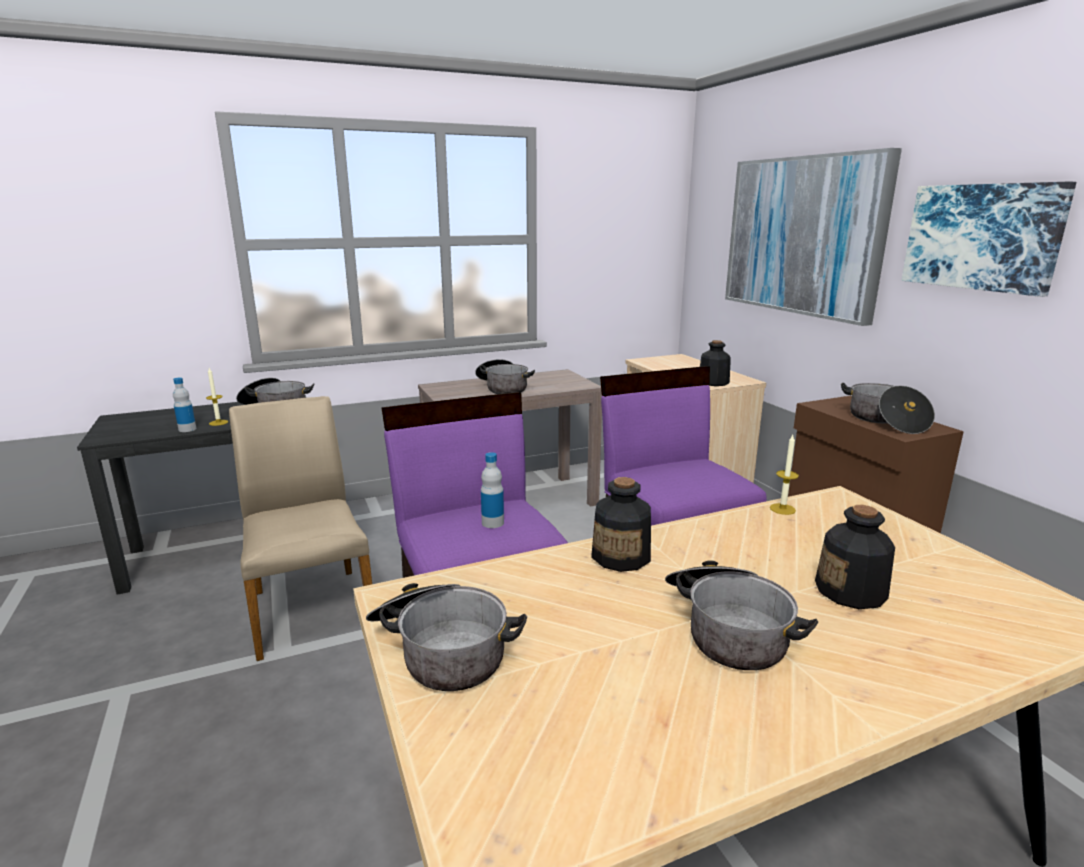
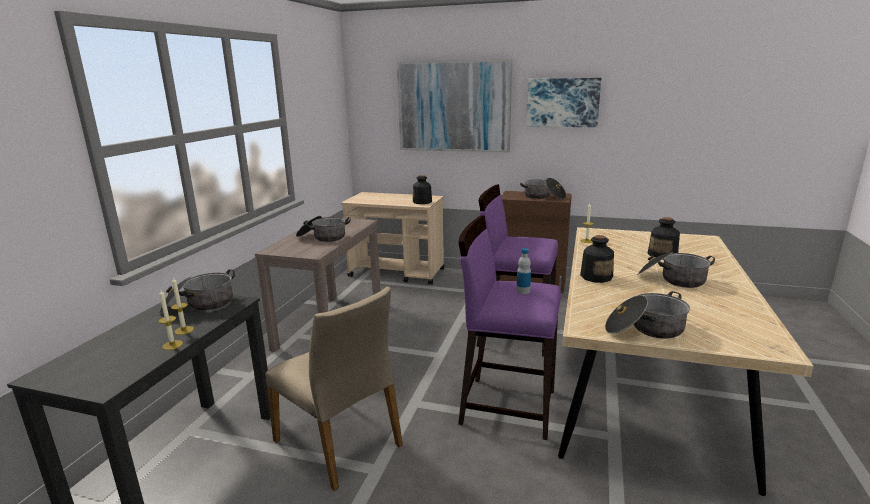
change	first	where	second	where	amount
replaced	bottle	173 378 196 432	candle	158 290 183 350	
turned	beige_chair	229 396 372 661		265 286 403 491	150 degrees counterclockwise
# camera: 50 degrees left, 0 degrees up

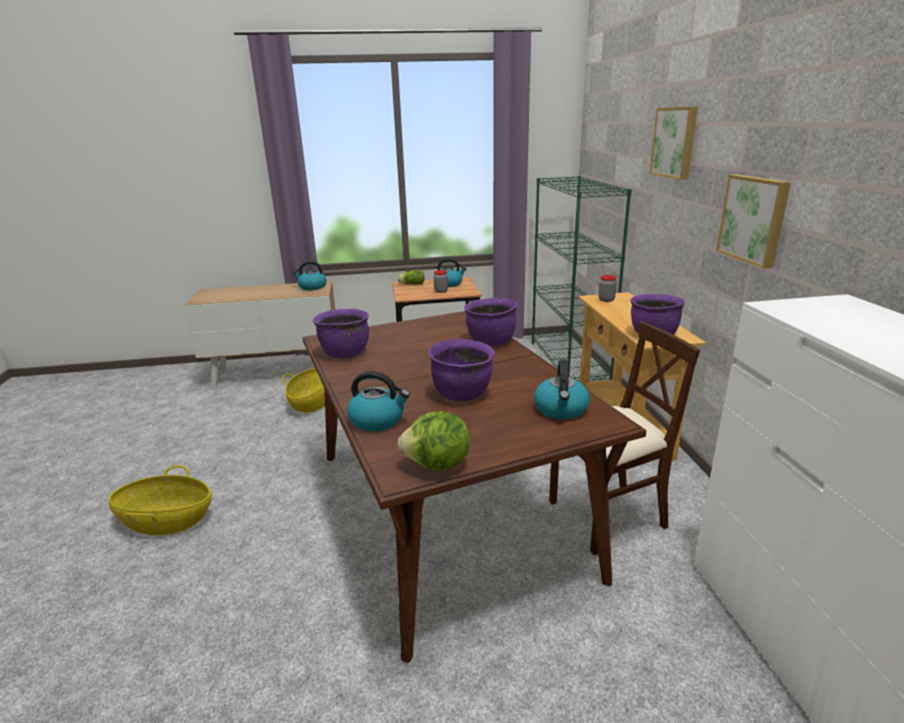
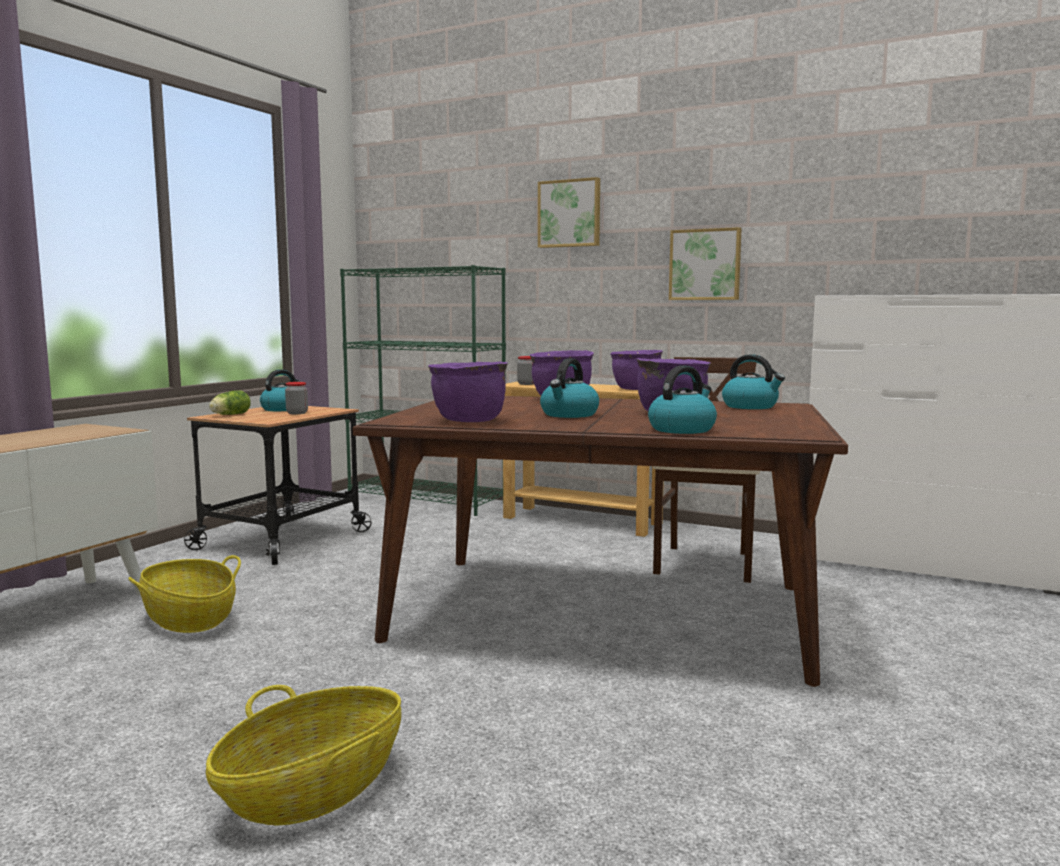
change	first	where	second	where	amount
moved	kettle	292 261 326 290		540 358 599 418	
removed	lettuce	397 411 470 471			
# camera: 55 degrees left, 15 degrees down

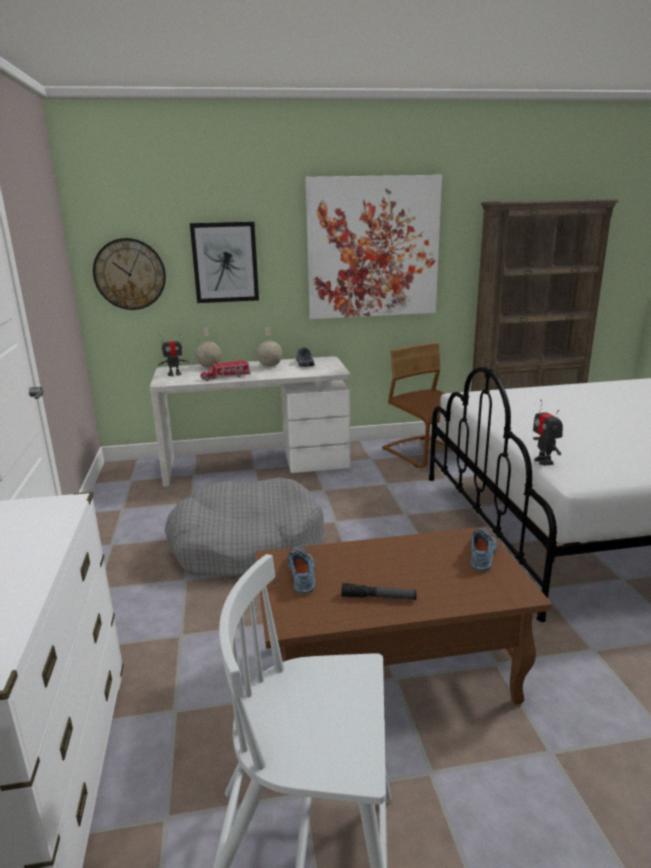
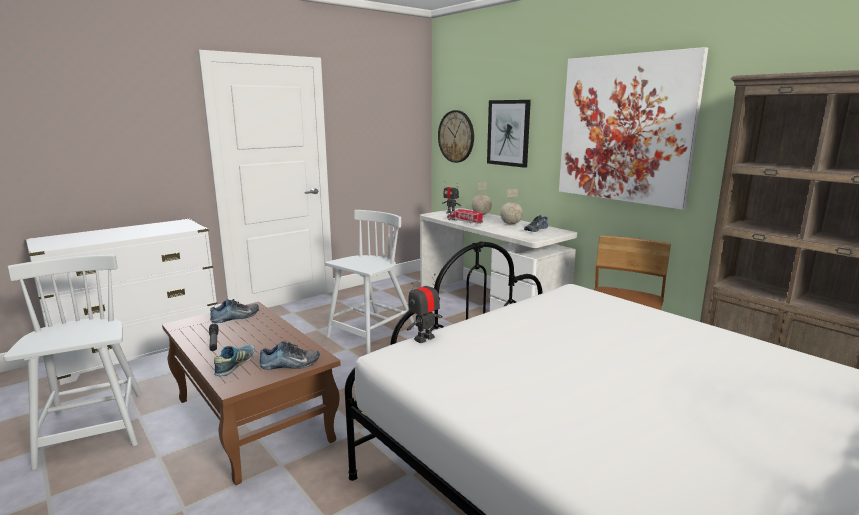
change	first	where	second	where	amount
replaced	grey_dog_bed	165 478 324 579	white_chair	325 210 417 354	
added			shoe	214 345 255 376	
# camera: 60 degrees right, 5 degrees down

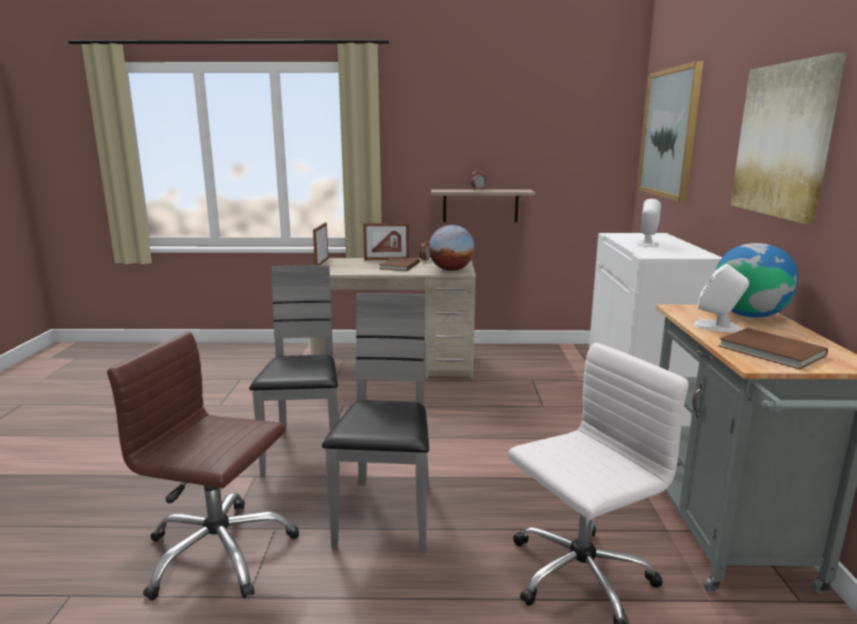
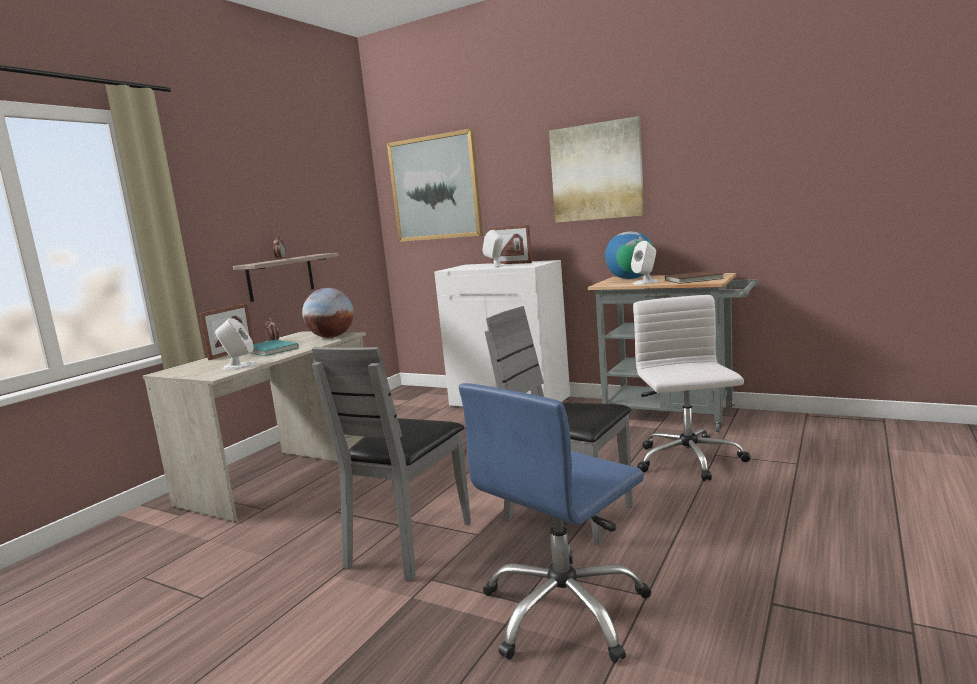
change	first	where	second	where	amount
moved	picture_frame	313 222 329 265		489 225 532 264	
recoloured	brown_book	379 257 420 271	turquoise_book	251 340 299 356	
turned	grey_chair	249 265 340 475		312 347 471 581	90 degrees counterclockwise
recoloured	brown_office_chair	107 332 299 600	blue_office_chair	459 383 651 663	
added			white_speaker	215 318 256 370	
# camera: 60 degrees left, 5 degrees down

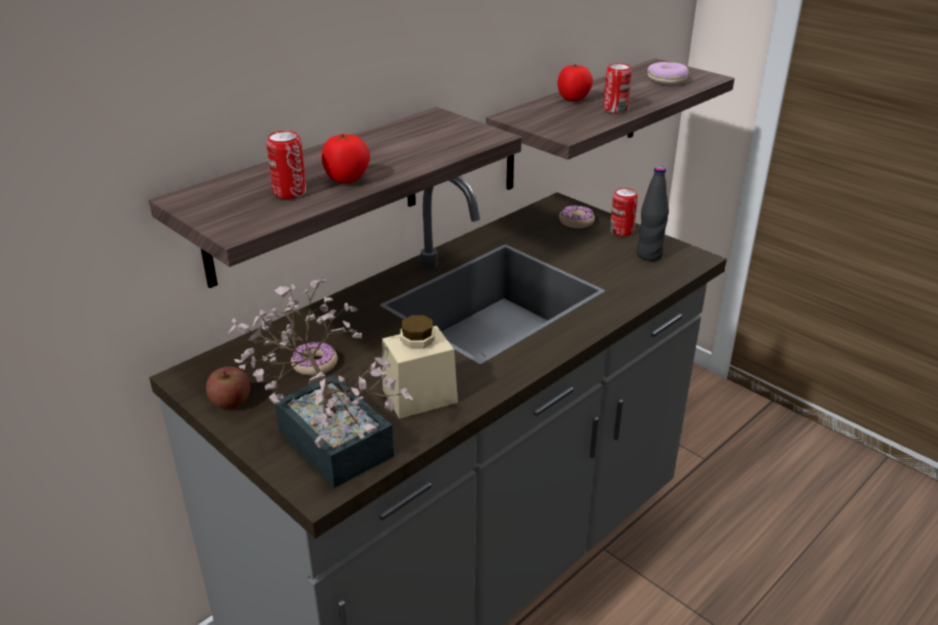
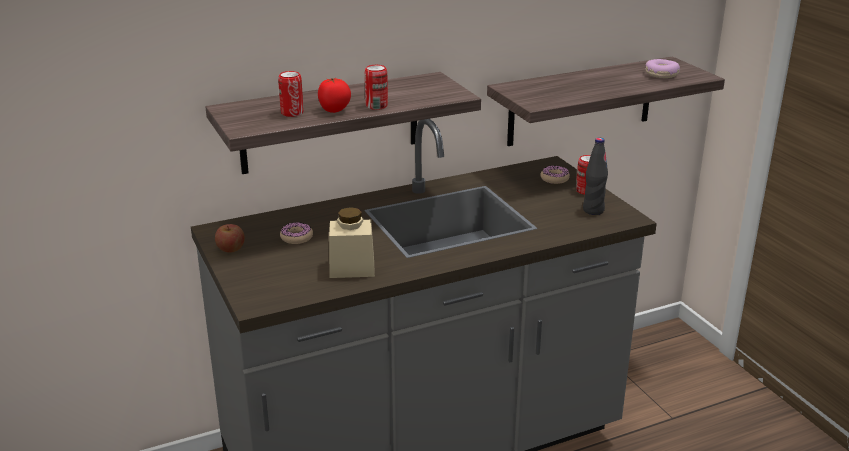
change	first	where	second	where	amount
moved	can	603 63 631 114		365 65 388 110	
removed	tomato	558 64 593 102			
removed	potted_plant	228 277 413 488			
# camera: 20 degrees right, 5 degrees down

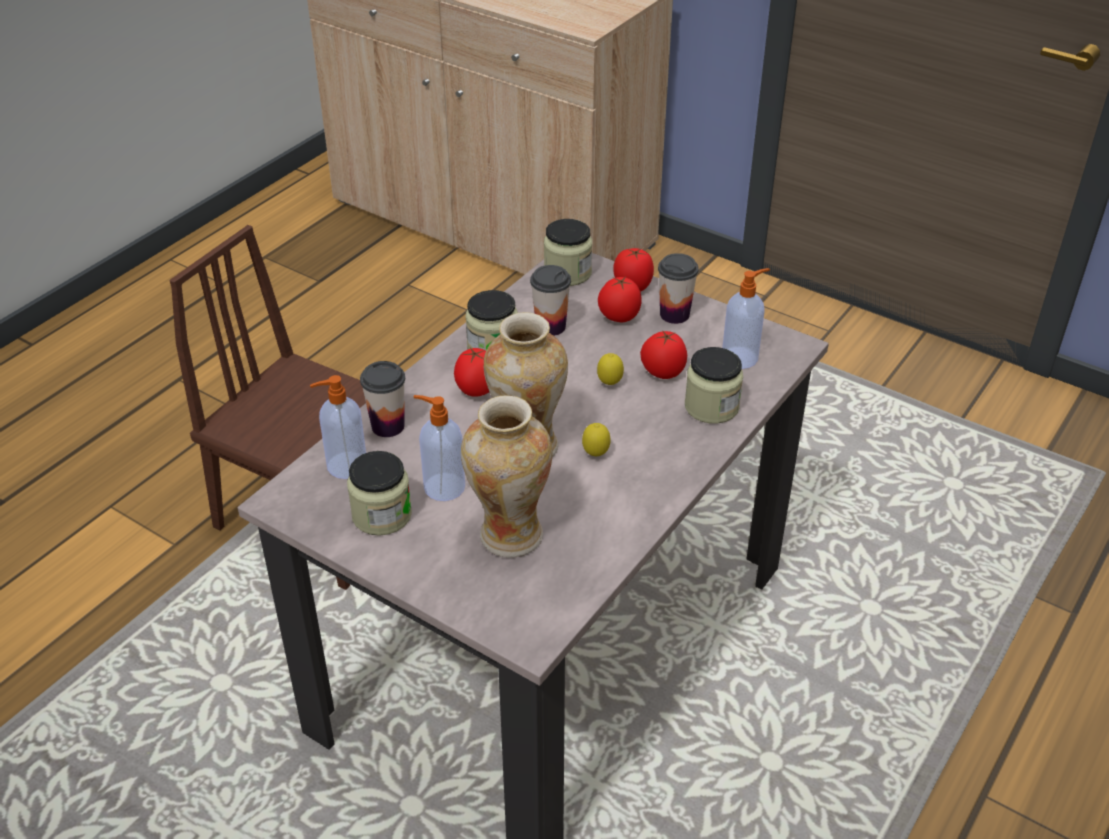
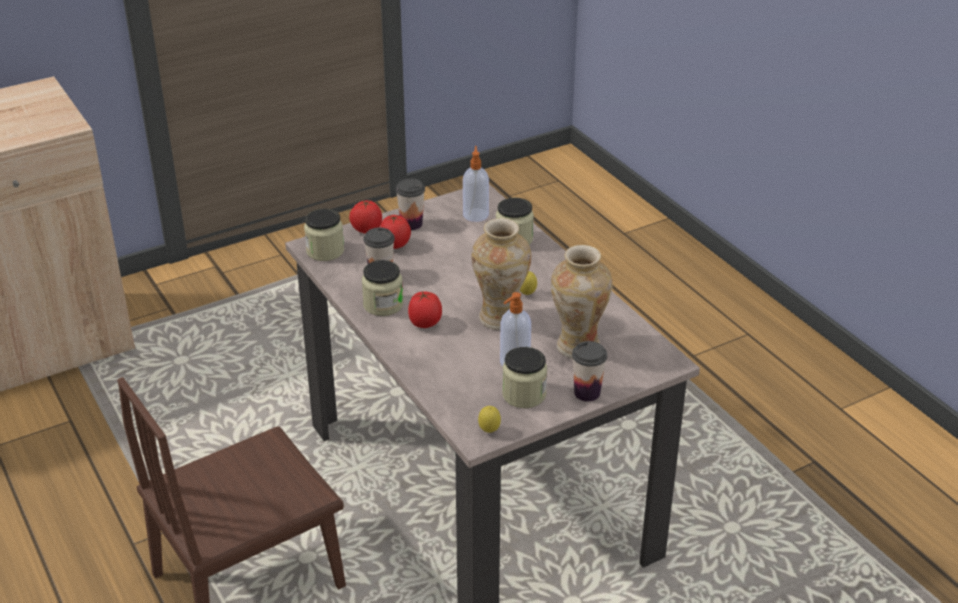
change	first	where	second	where	amount
removed	tomato	640 330 687 379			
moved	lemon	597 353 624 385		478 406 501 433	
moved	cup	360 361 405 437		572 341 607 402	
removed	soap_dispenser	310 375 366 479			
# camera: 65 degrees left, 5 degrees down

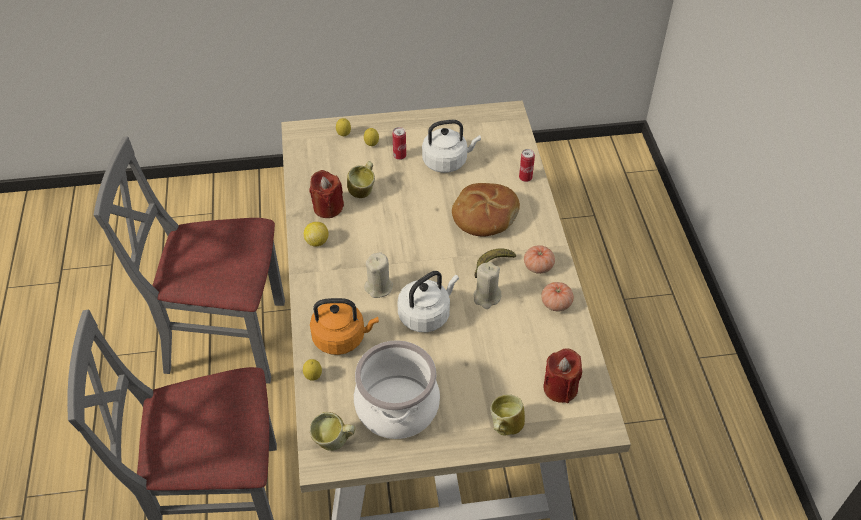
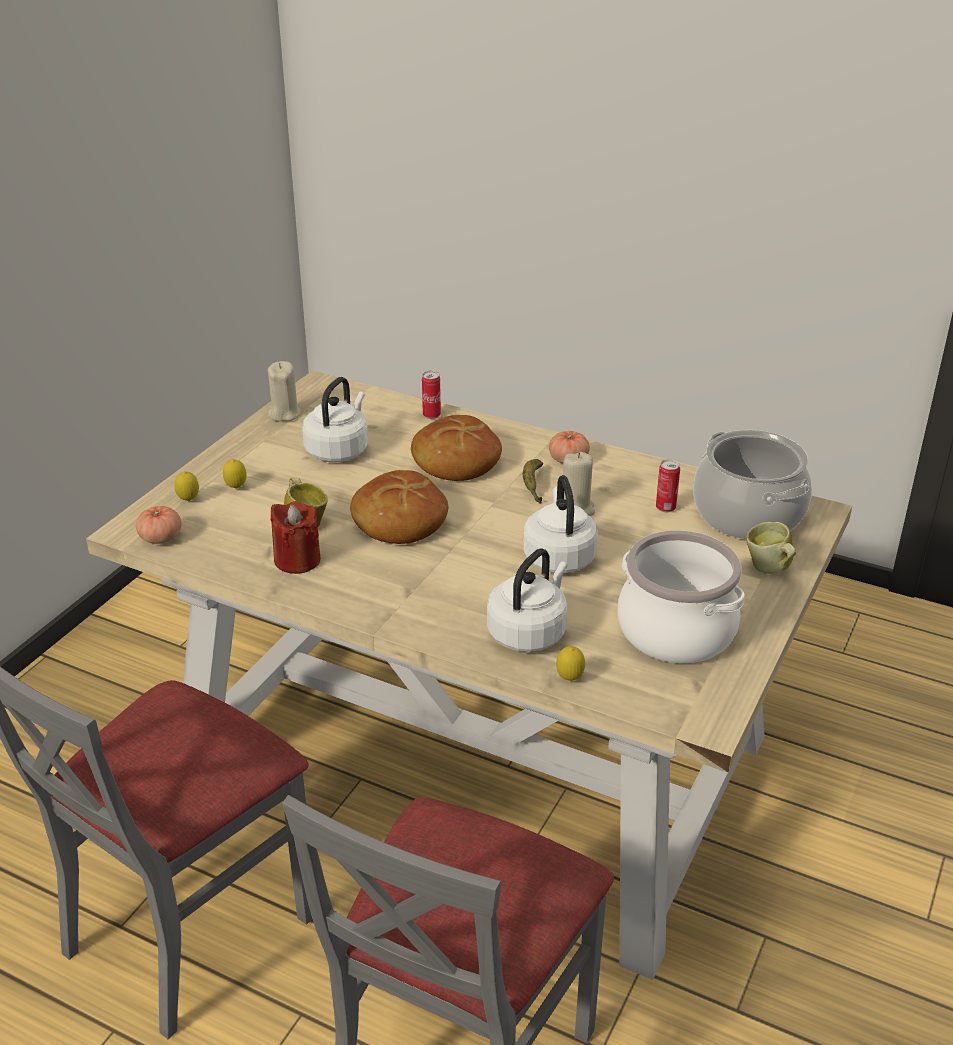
change	first	where	second	where	amount
moved	can	392 127 406 160		656 459 680 512	
removed	lemon	304 222 329 247			
moved	beige_candle	364 252 393 298		268 361 301 422	
moved	tomato	541 282 574 311		136 506 182 544	
recoloured	orange_kettle	310 298 379 355	white_kettle	487 548 567 652	
replaced	red_candle	543 348 582 403	cooking_pot	693 430 812 539	
removed	mug	310 412 355 451			
added			bread	350 470 449 544	
# camera: 55 degrees left, 15 degrees down

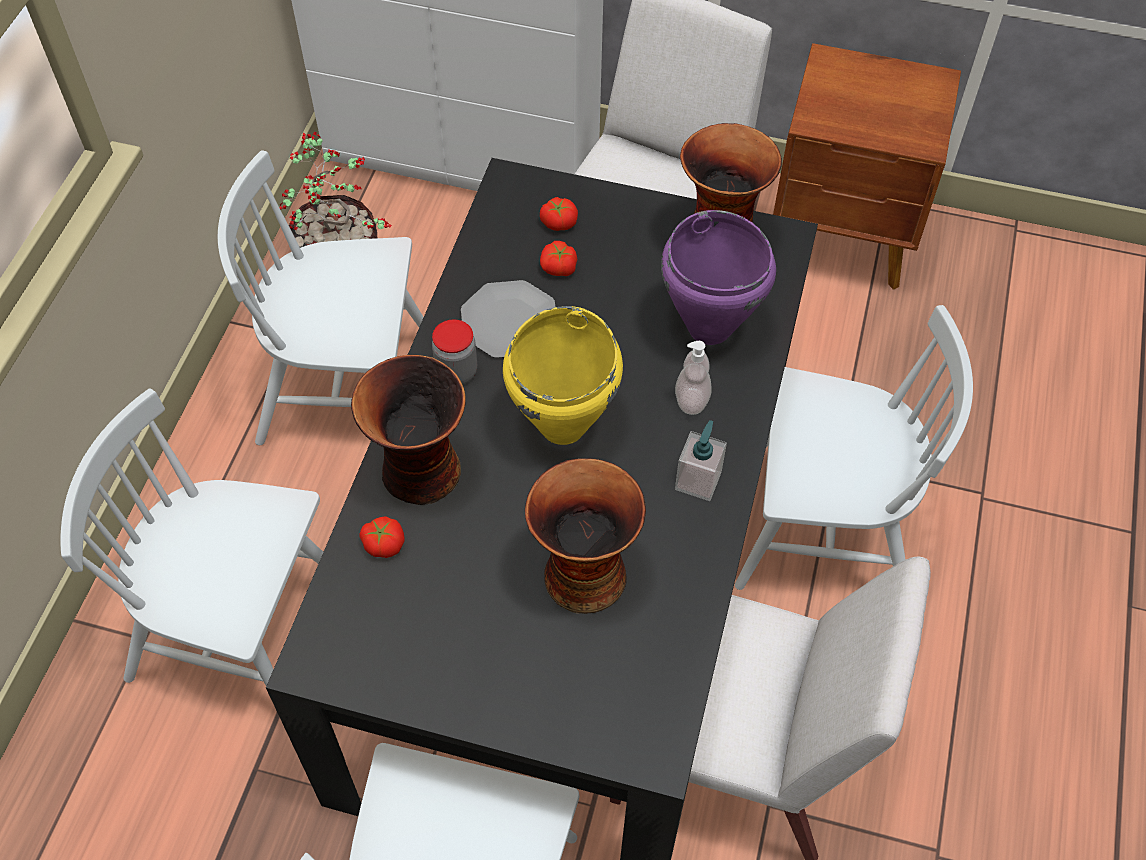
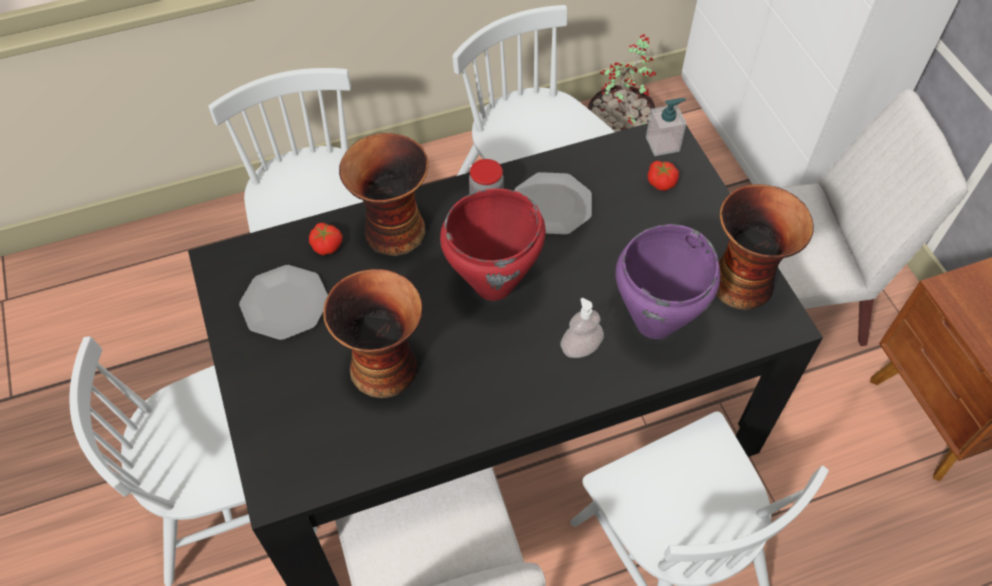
change	first	where	second	where	amount
removed	tomato	540 241 577 276			
recoloured	yellow_cooking_pot	503 306 623 445	red_cooking_pot	440 189 546 301	
moved	soap_dispenser	675 420 727 501		646 98 686 156	
added			plate	239 265 328 340	
# camera: 55 degrees right, 0 degrees up

